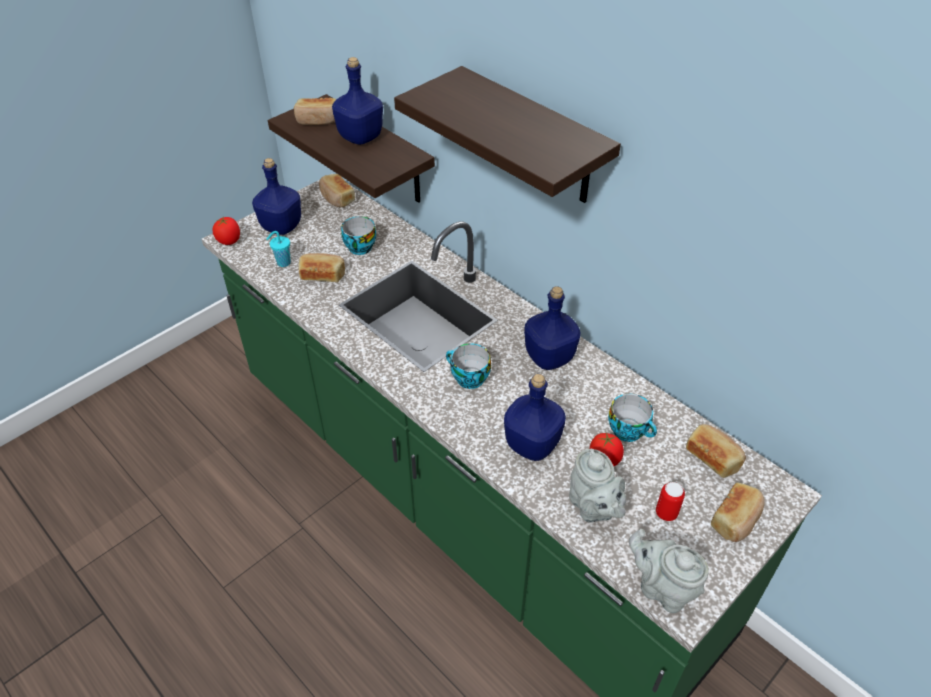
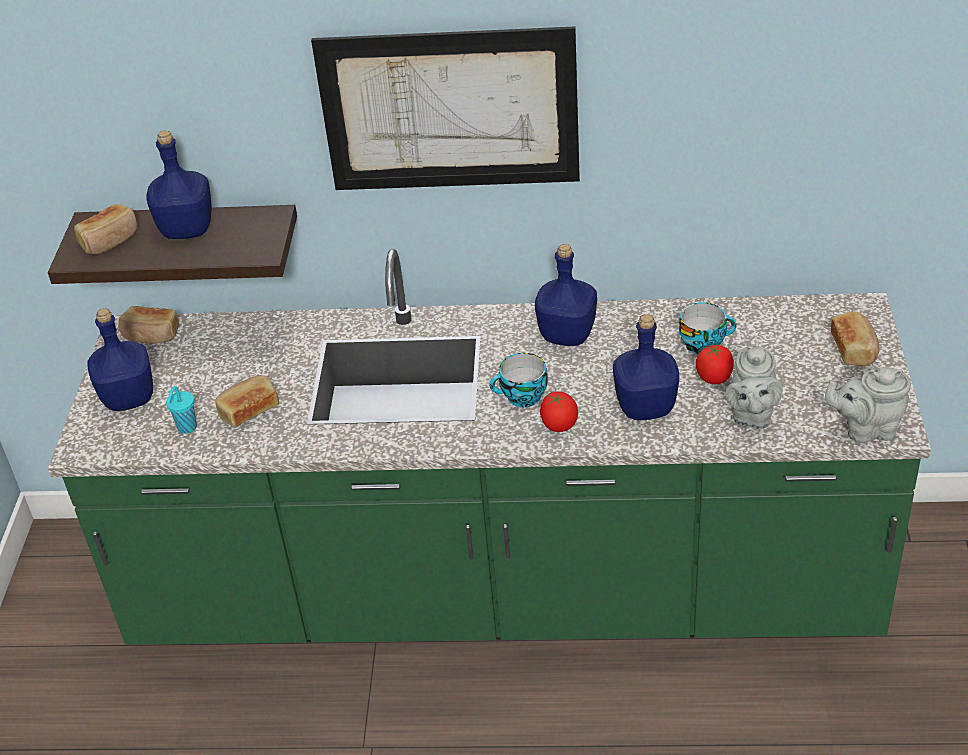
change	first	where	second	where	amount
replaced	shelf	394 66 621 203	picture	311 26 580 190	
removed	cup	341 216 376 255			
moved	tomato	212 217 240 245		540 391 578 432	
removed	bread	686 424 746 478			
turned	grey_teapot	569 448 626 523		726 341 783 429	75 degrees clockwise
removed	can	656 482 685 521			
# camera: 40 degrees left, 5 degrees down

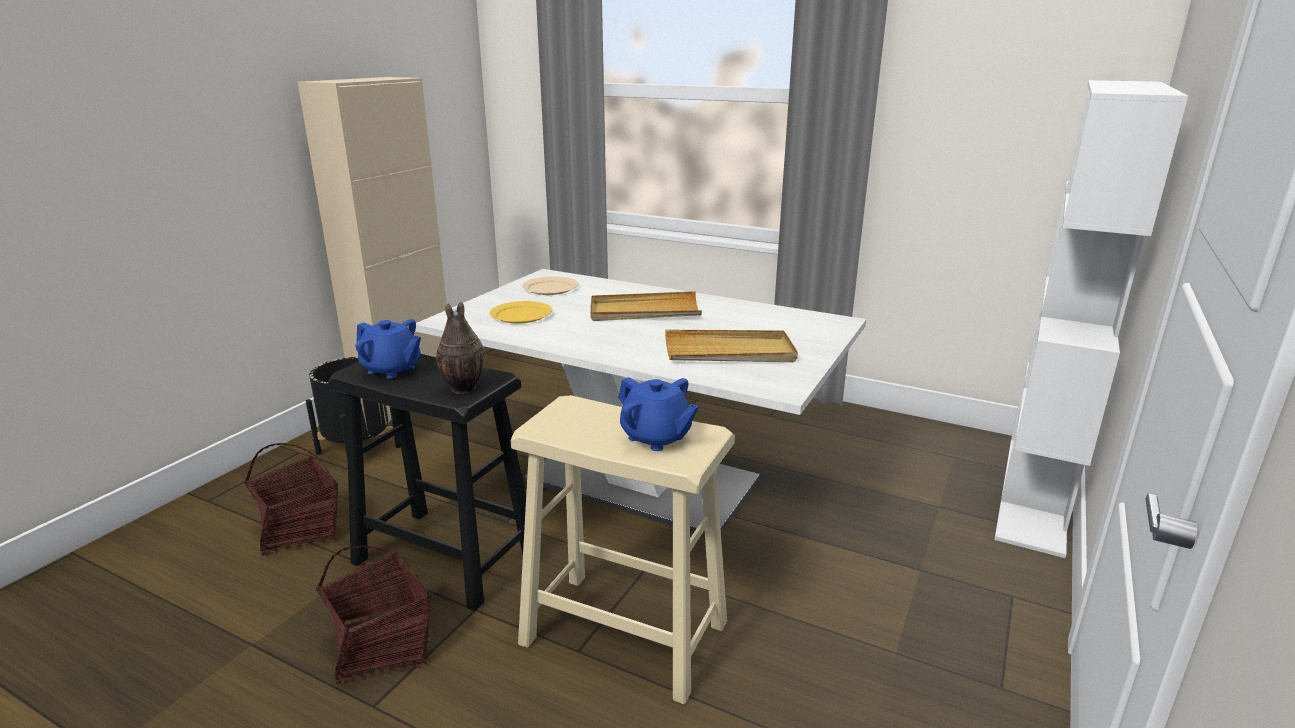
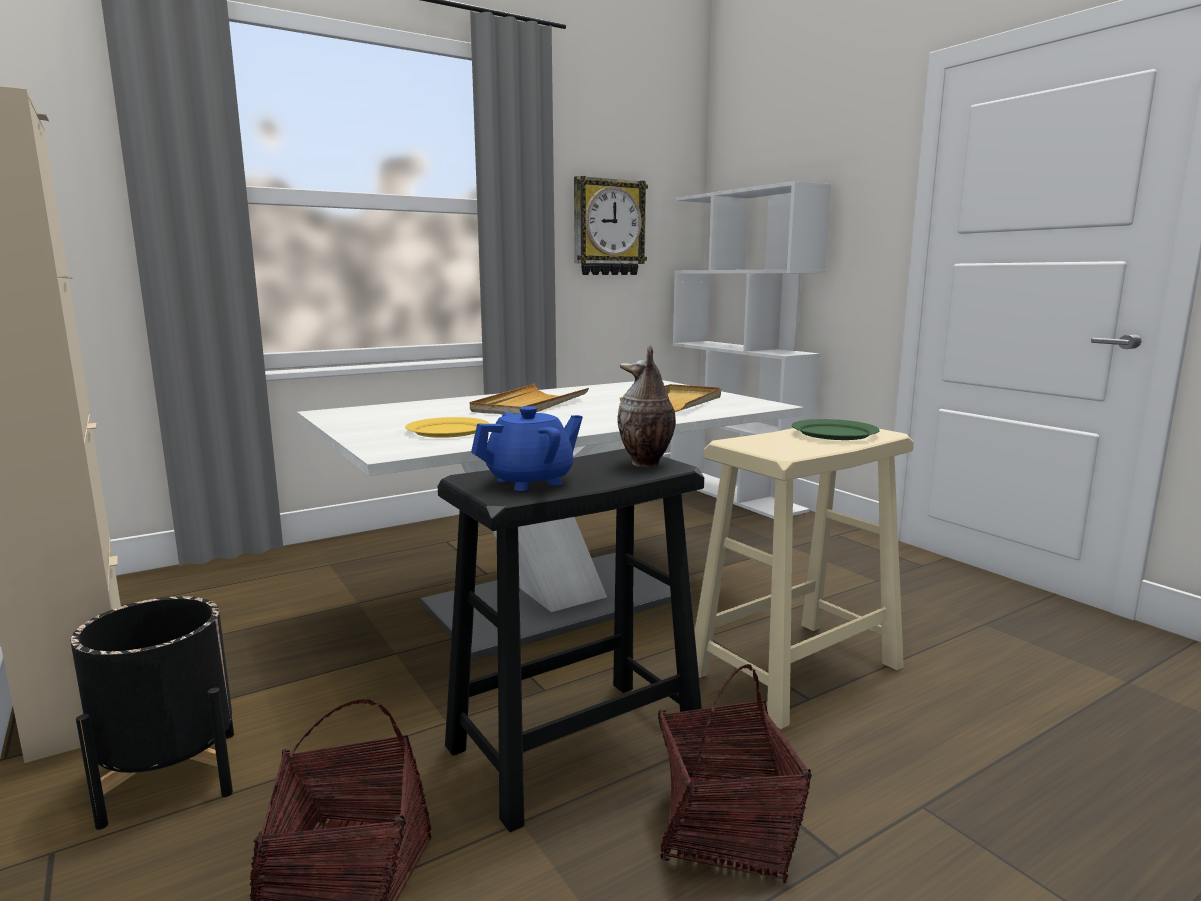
change	first	where	second	where	amount
removed	beige_plate	522 276 578 295			
replaced	blue_teapot	618 377 699 451	green_plate	792 419 880 440	
added			wall_clock	574 176 648 275	
# camera: 60 degrees left, 10 degrees down

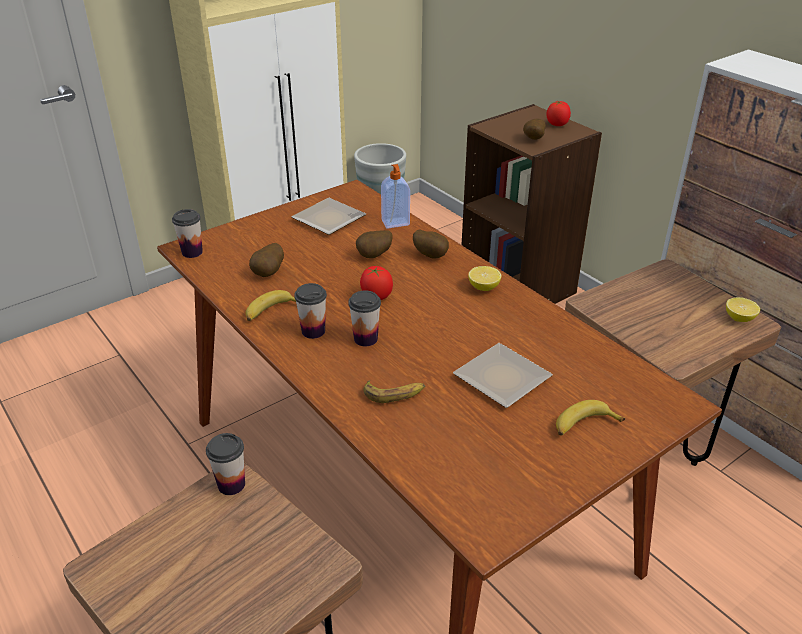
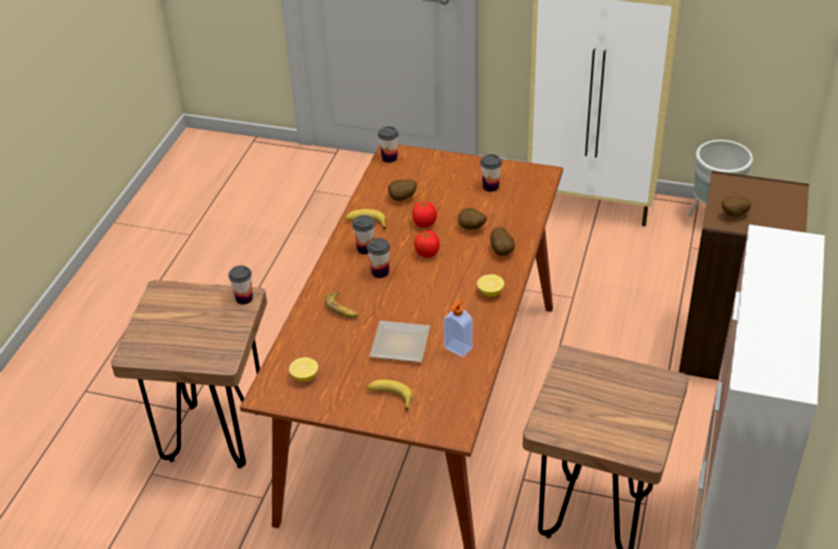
change	first	where	second	where	amount
moved	tomato	546 100 571 126		412 201 437 228	
moved	soap_dispenser	381 164 410 229		443 300 473 357	
replaced	plate	291 198 366 235	cup	480 154 502 192	
moved	lemon	726 297 760 322		289 357 318 382	
# camera: 55 degrees right, 5 degrees up

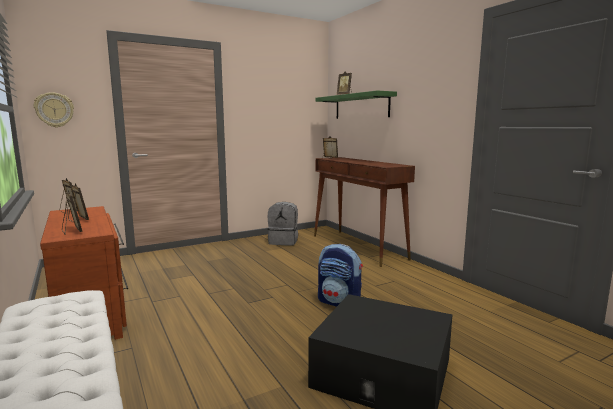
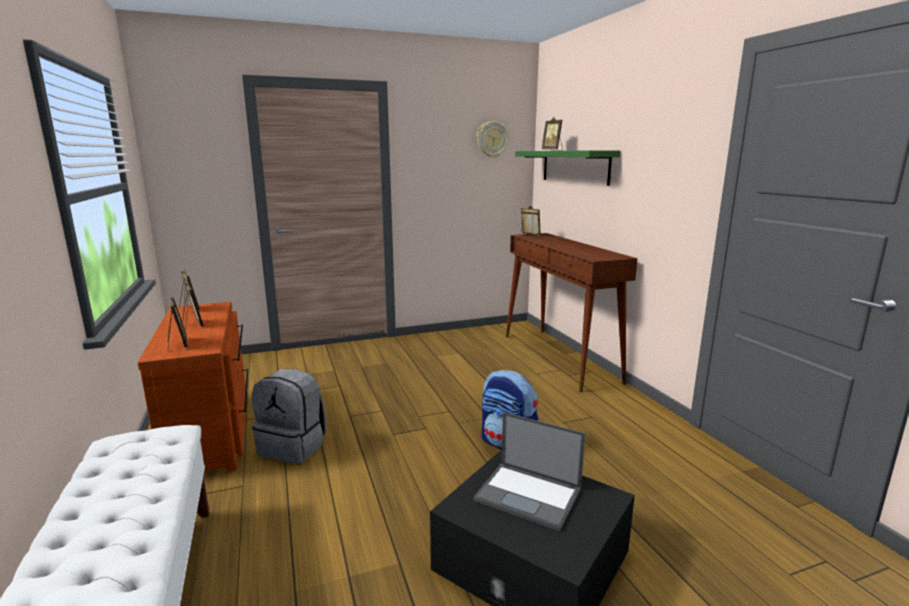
change	first	where	second	where	amount
moved	wall_clock	34 92 74 128		477 121 509 158	
moved	grey_backpack	268 202 298 246		252 369 327 464	
added			laptop	474 412 585 531	
# camera: 10 degrees right, 5 degrees up

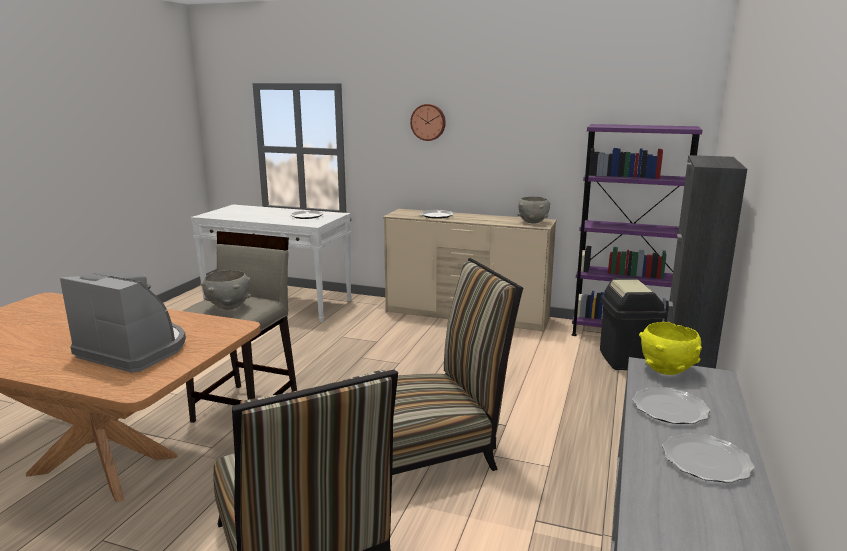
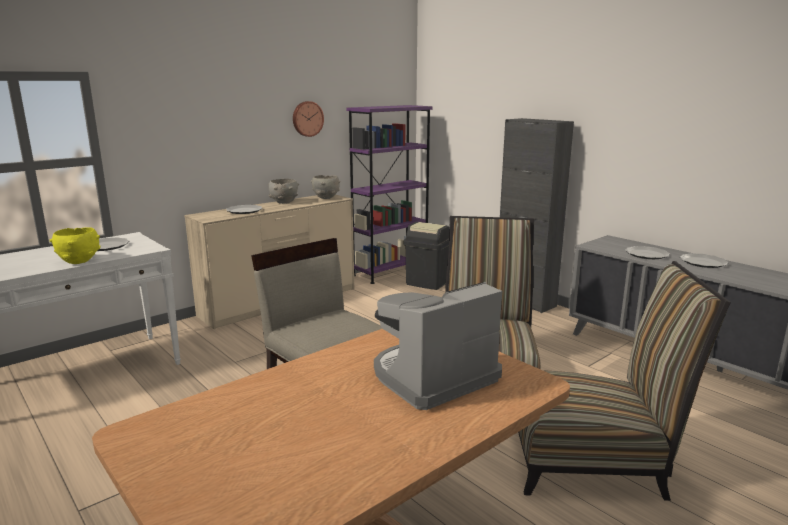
change	first	where	second	where	amount
moved	wall_clock	410 104 446 141		293 101 324 137	
moved	grey_bowl	200 270 251 310		268 179 299 204	
moved	yellow_bowl	639 322 702 375		50 227 100 264	
# camera: 60 degrees left, 0 degrees up

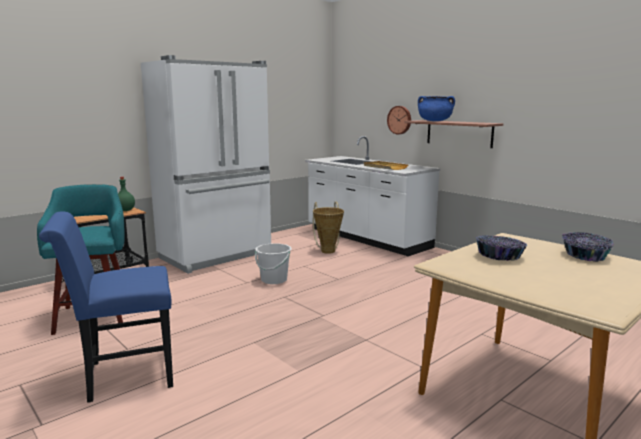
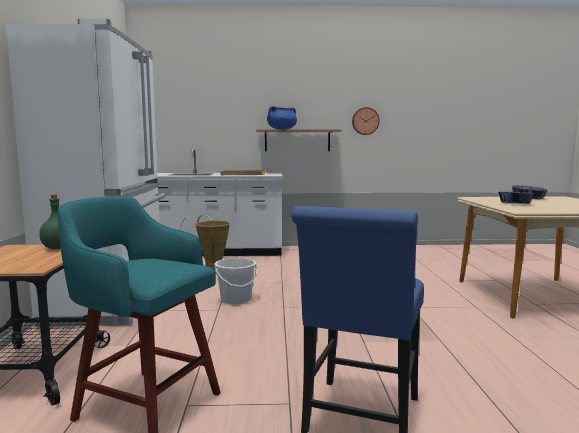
change	first	where	second	where	amount
moved	wall_clock	387 106 411 134		352 107 380 135	
# camera: 50 degrees left, 5 degrees down

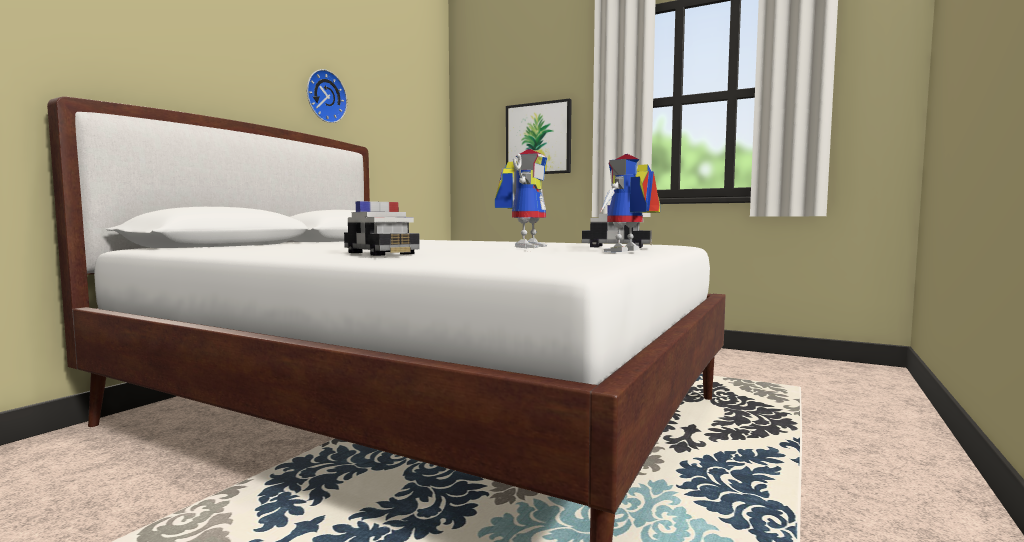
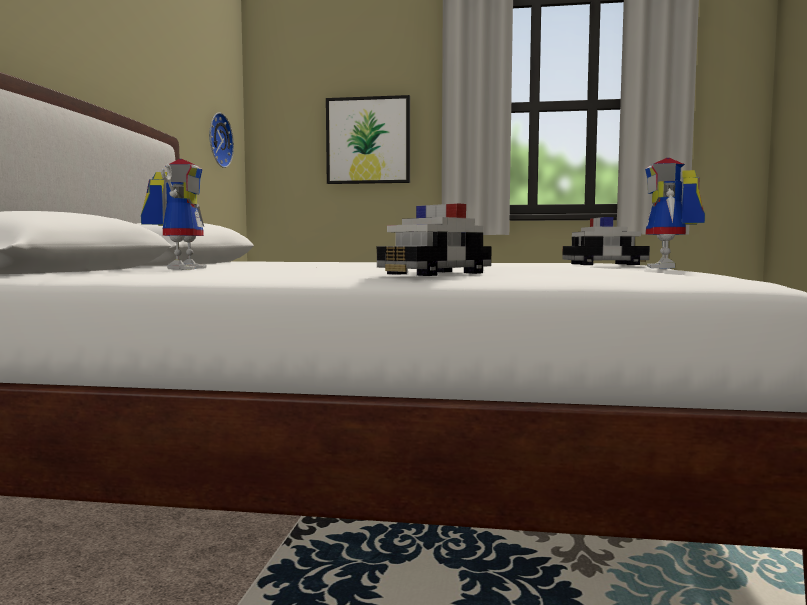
change	first	where	second	where	amount
moved	wall_clock	307 69 347 123		209 112 234 168	
moved	toy_robot	495 149 547 248		141 159 206 270	
turned	toy_car	344 201 420 256		377 203 491 276	105 degrees clockwise
# camera: 20 degrees left, 0 degrees up

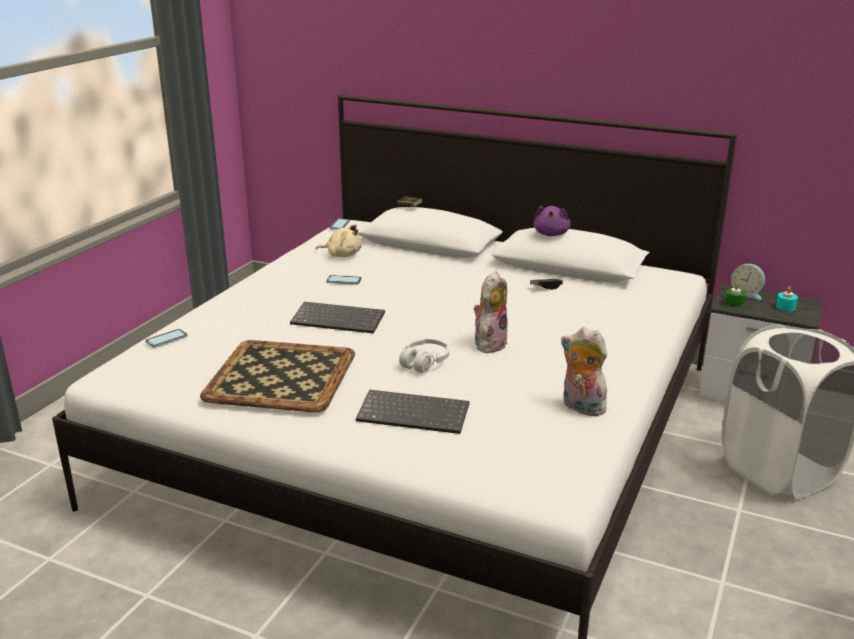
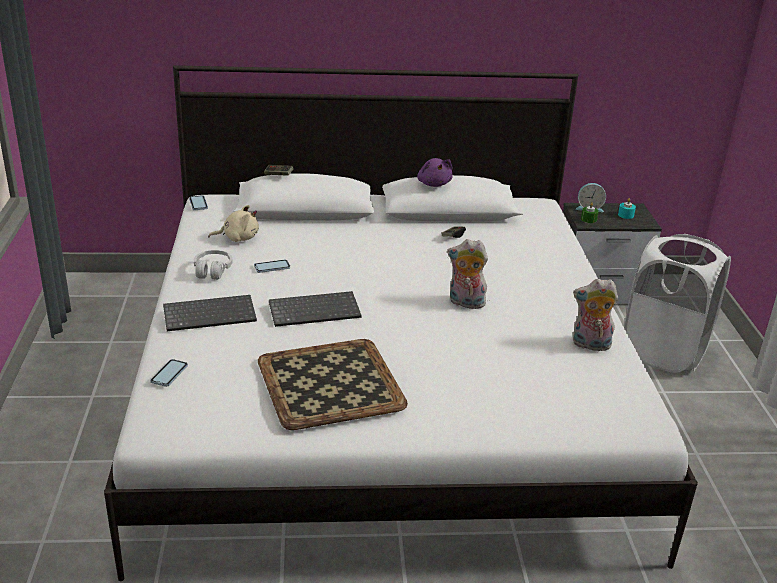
change	first	where	second	where	amount
turned	plush_toy	474 271 508 353		447 239 488 309	75 degrees counterclockwise
moved	white_headphones	399 339 449 373		194 250 233 280	
moved	keyboard	356 390 469 434		163 295 257 331	
# camera: 30 degrees left, 5 degrees up

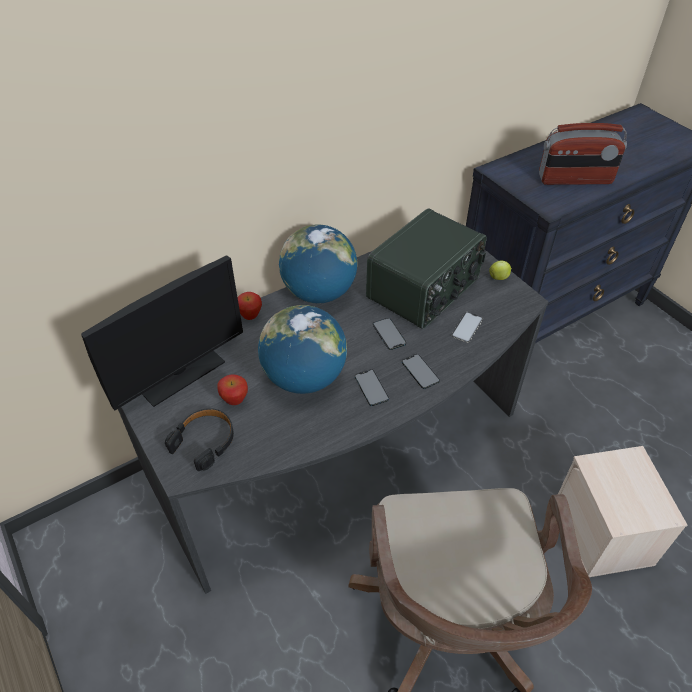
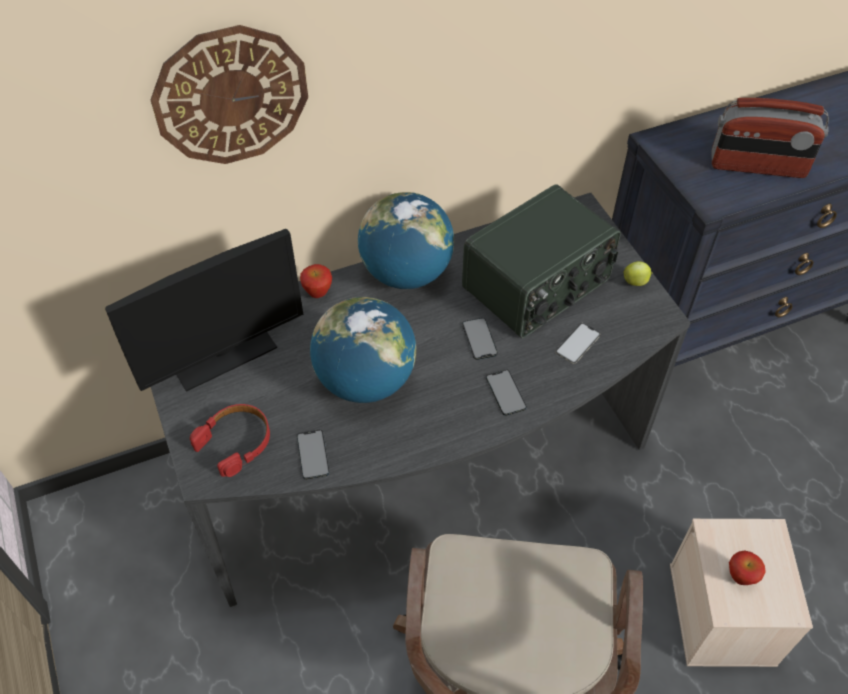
change	first	where	second	where	amount
moved	phone	355 369 389 406		297 430 330 480	
moved	apple	217 374 248 405		729 550 766 585	
recoloured	black_headphones	165 408 234 471	red_headphones	190 404 270 477	
added			wall_clock	151 25 308 164	
# camera: 10 degrees right, 5 degrees up

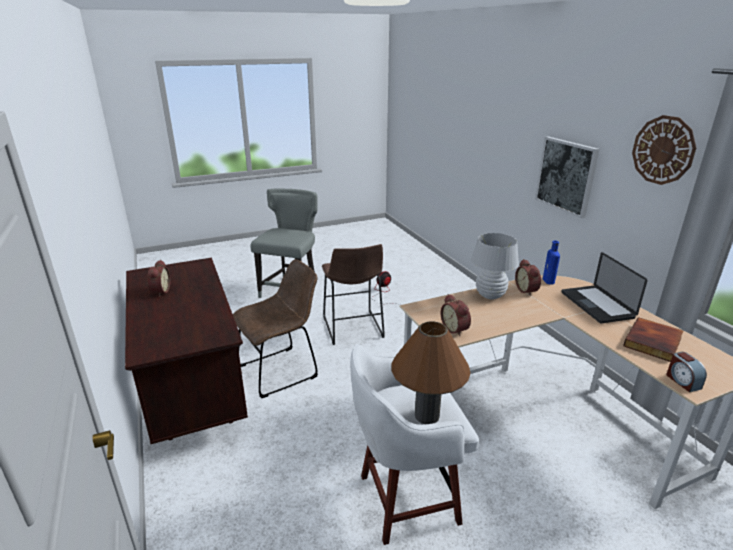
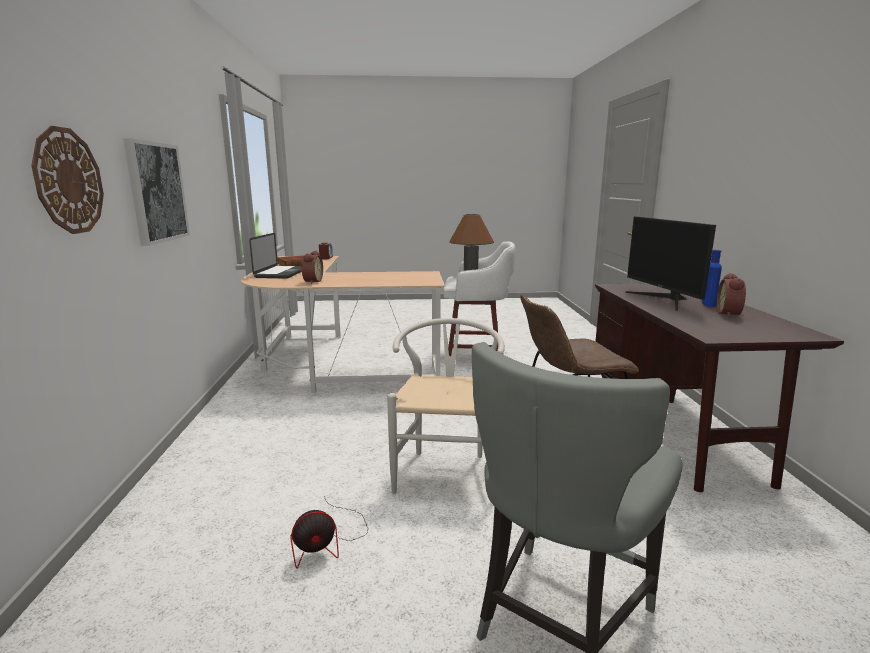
change	first	where	second	where	amount
moved	wall_clock	632 115 696 185		31 126 104 234	
removed	white_table_lamp	471 233 519 299			
moved	blue_bottle	543 240 560 285		702 250 722 307	
replaced	brown_stool	322 244 385 345	white_chair	387 318 505 494	
removed	alarm_clock	441 294 471 336			
added			monitor	625 216 716 311	
# camera: 160 degrees left, 10 degrees down

